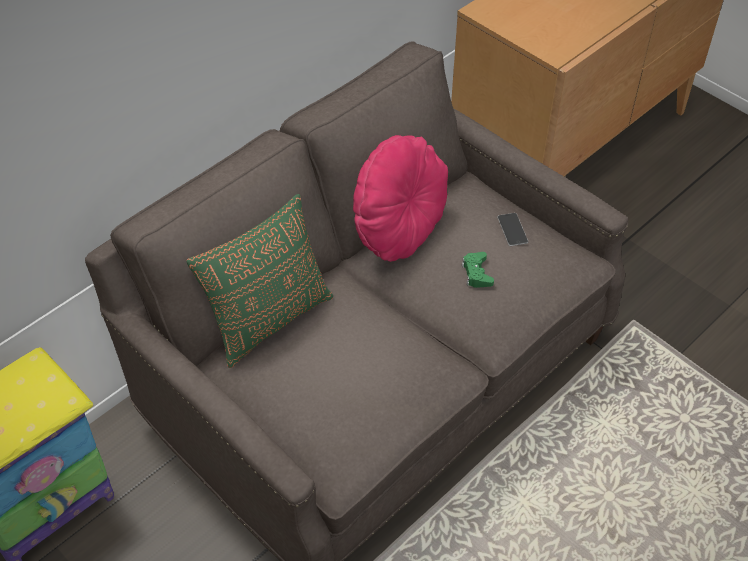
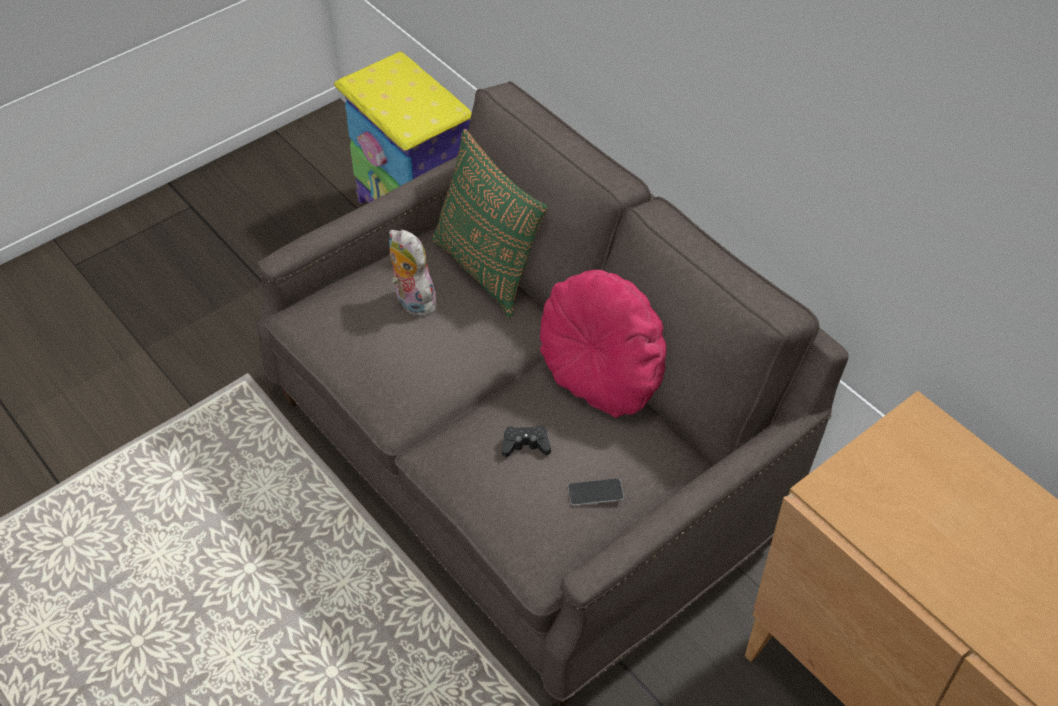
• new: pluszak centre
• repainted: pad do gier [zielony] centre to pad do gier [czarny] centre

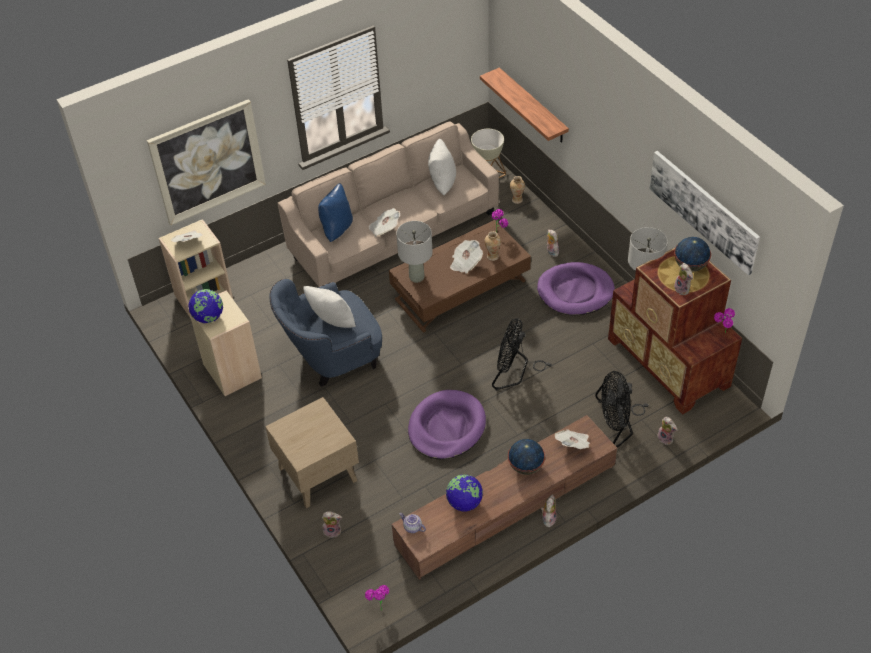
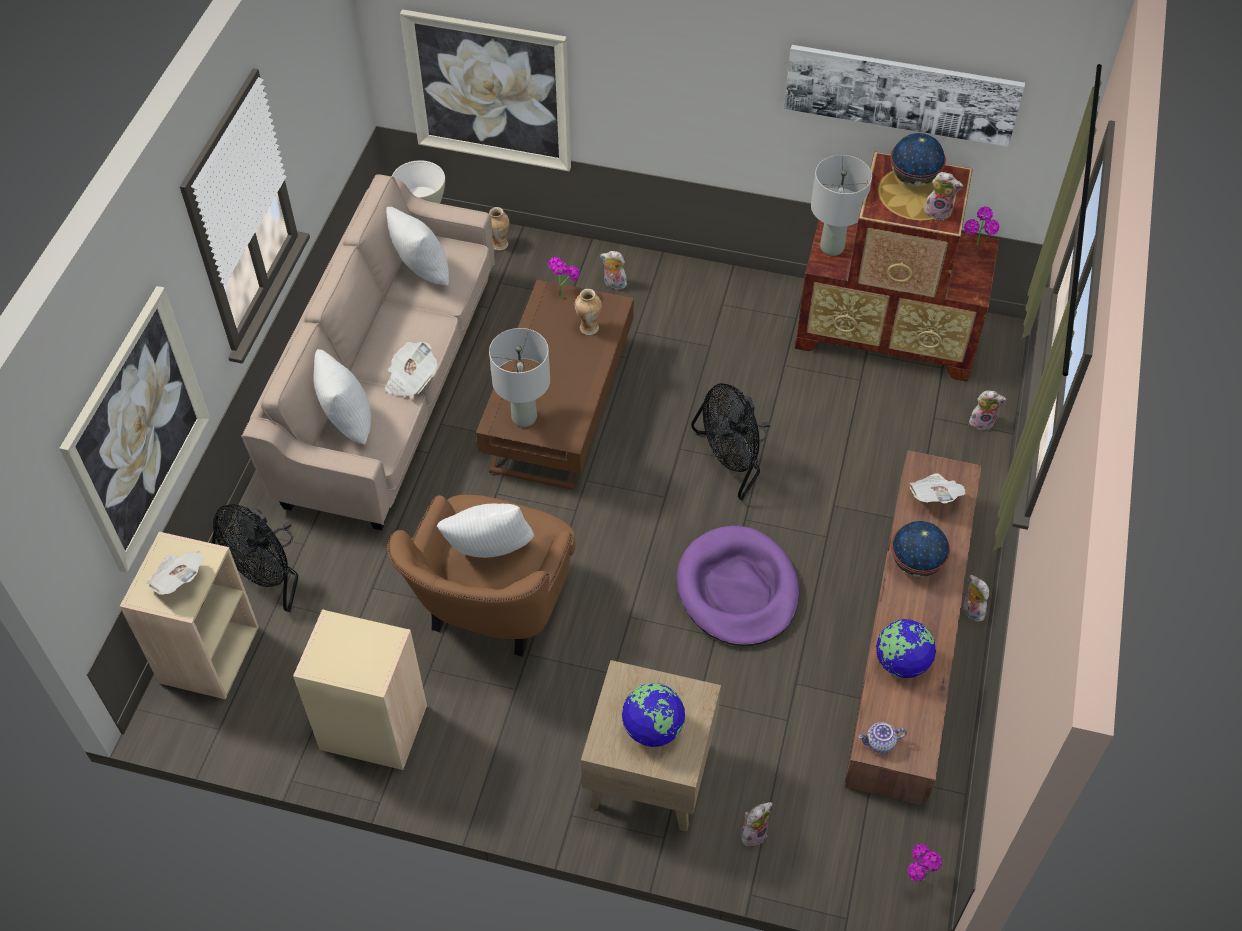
• shifted: wentylator [czarny] (no. 2 from left in the first image) middle right to wentylator [czarny] (no. 1 from left) middle left
• repainted: poduszka [niebieski] top centre to poduszka [biały] (no. 1 from left) middle left
• repainted: fotel [niebieski] centre to fotel [brązowy] centre
• swapped: półka top centre to obraz (no. 2 from left) top centre
• shifted: globus (no. 1 from left) middle left to bottom centre
• gone: gazeta (no. 3 from left) centre
• gone: legowisko [fioletowy] (no. 2 from left) centre

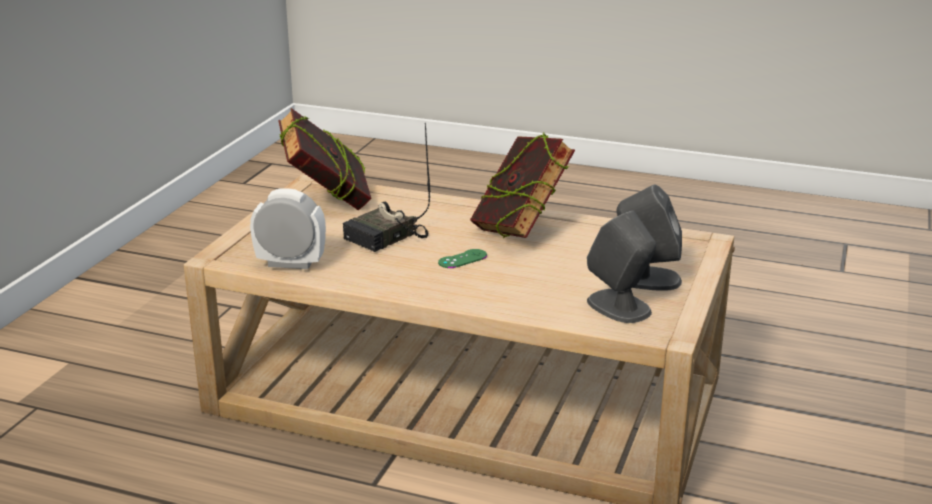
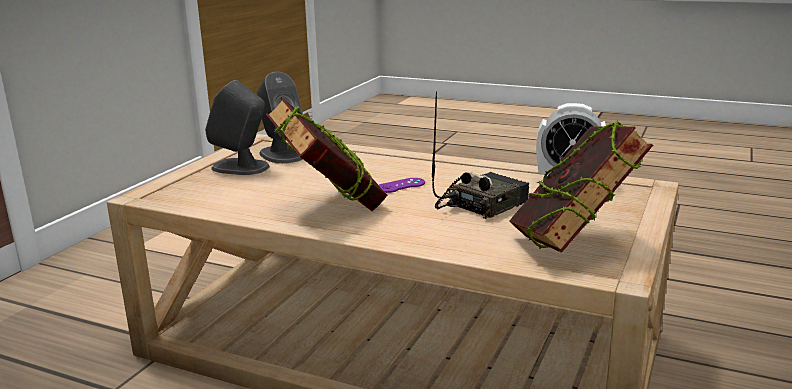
• repainted: pad do gier [zielony] centre to pad do gier [fioletowy] centre

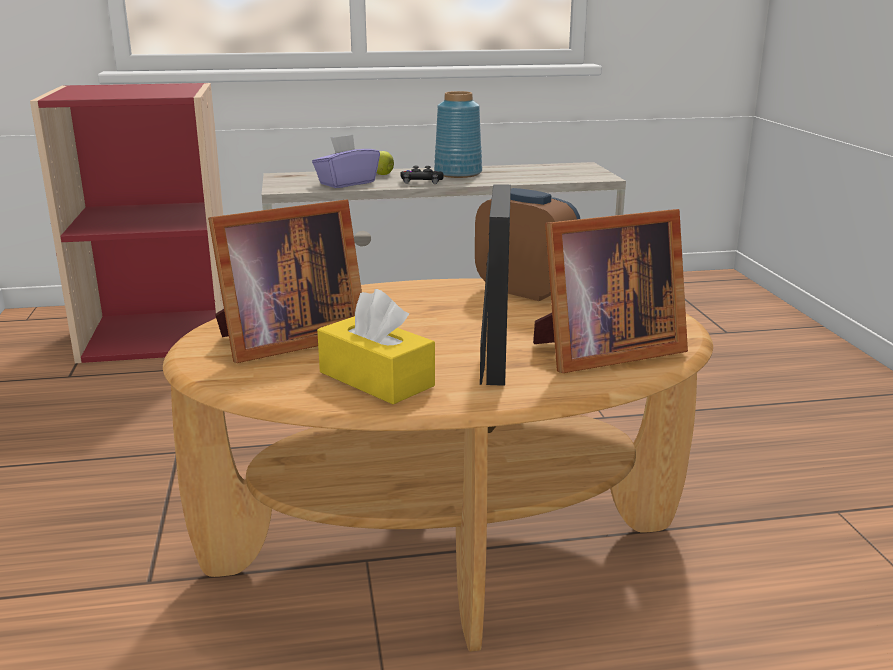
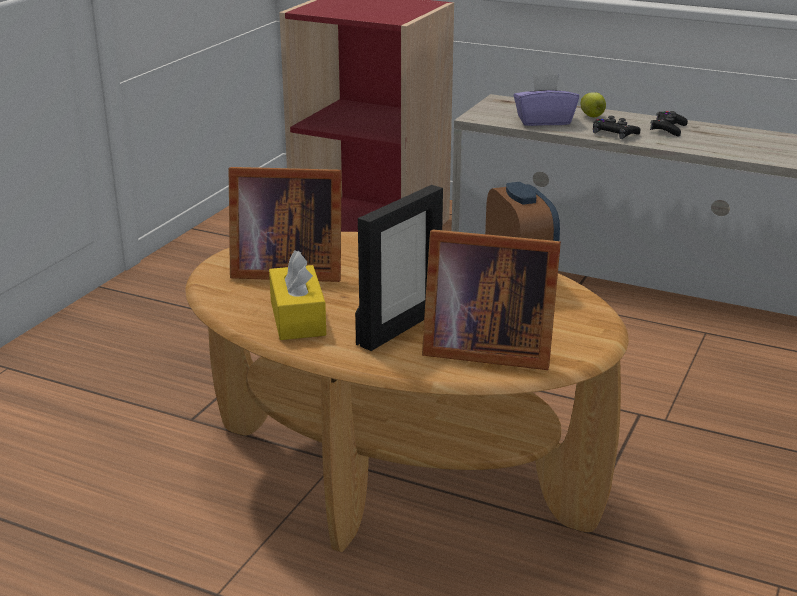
• swapped: wazon [niebieski] top centre to pad do gier [czarny] (no. 2 from left) top right

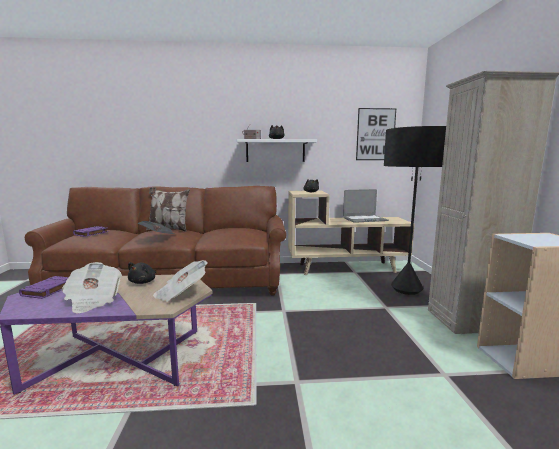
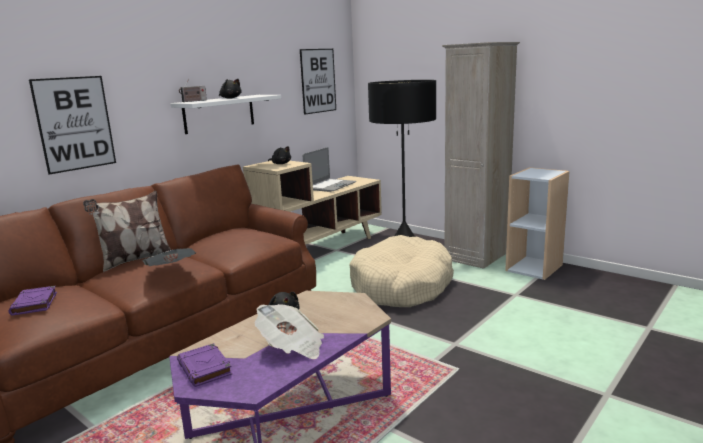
• new: obraz (no. 1 from left) top left
• new: legowisko [beżowy] centre
• gone: gazeta (no. 3 from left) middle left

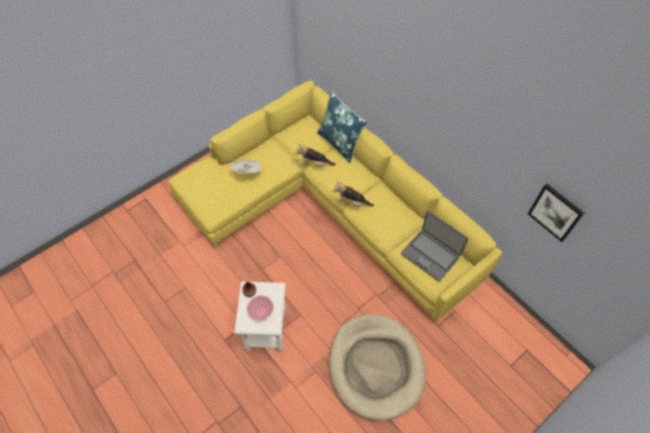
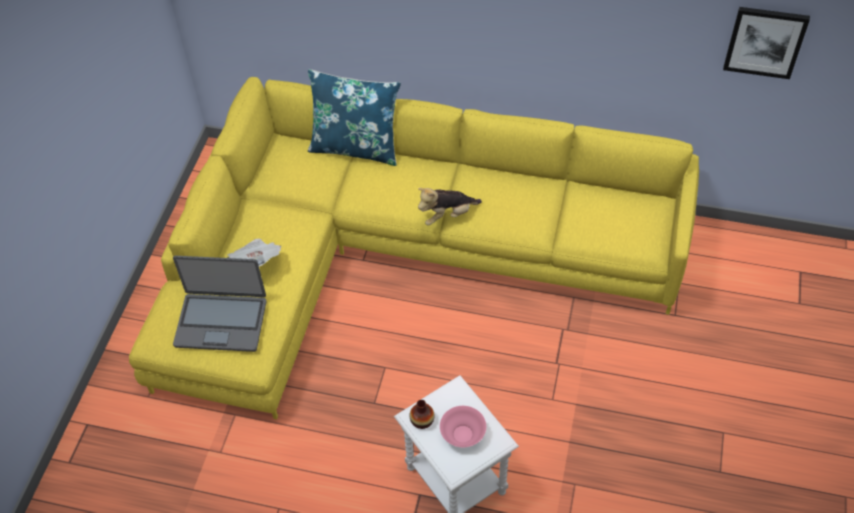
• shifted: laptop middle right to middle left
• gone: pluszak (no. 1 from left) centre
• gone: legowisko [beżowy] bottom centre

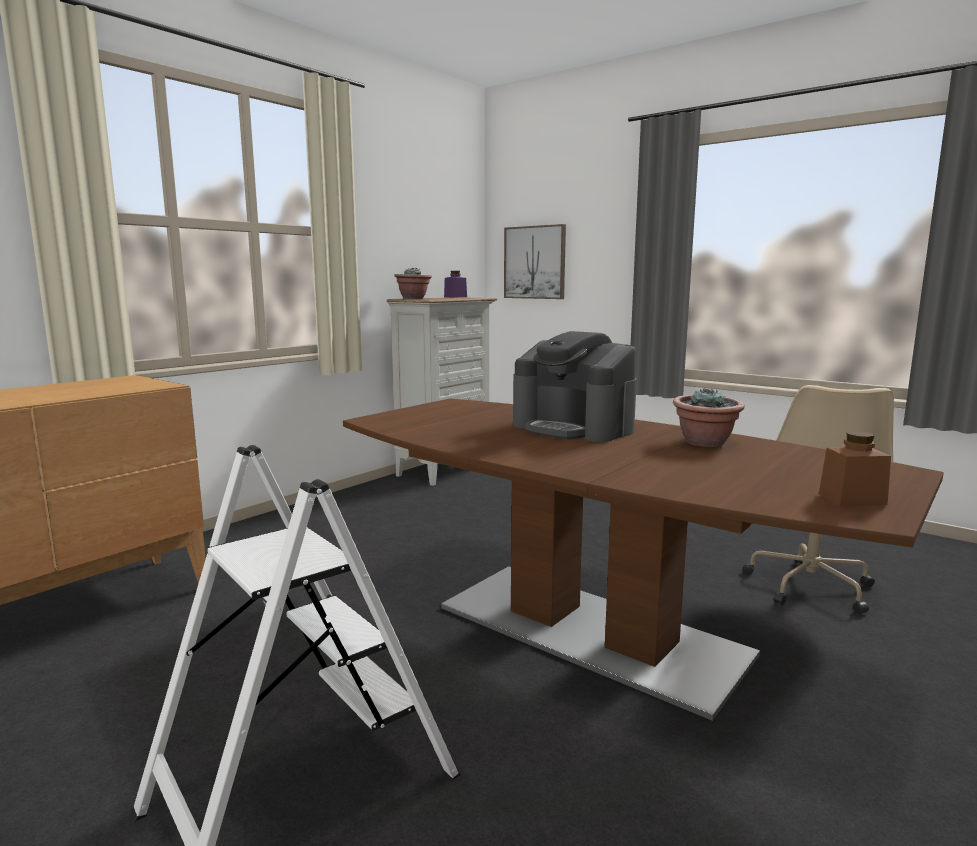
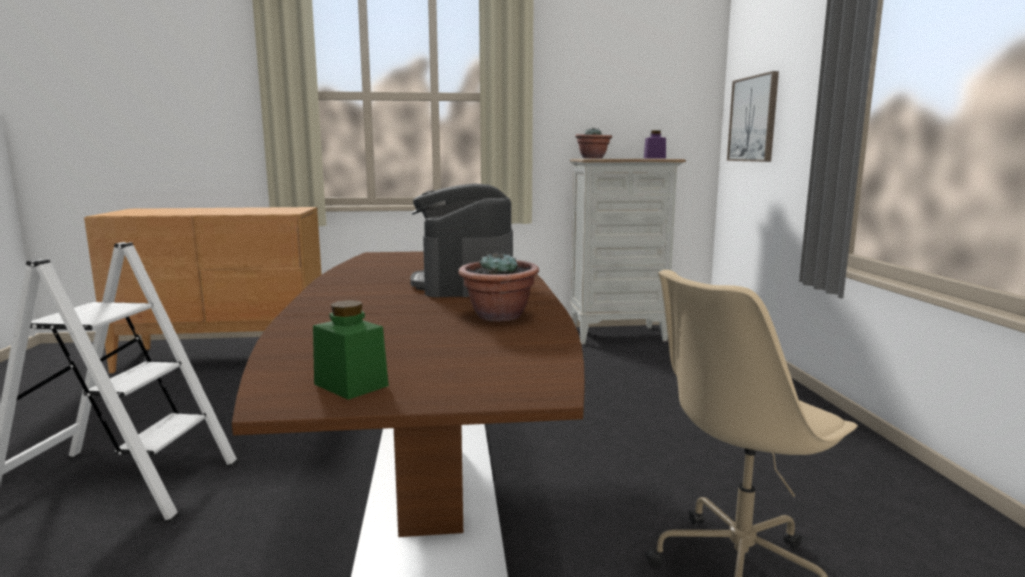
• repainted: słoik [brązowy] middle right to słoik [zielony] centre

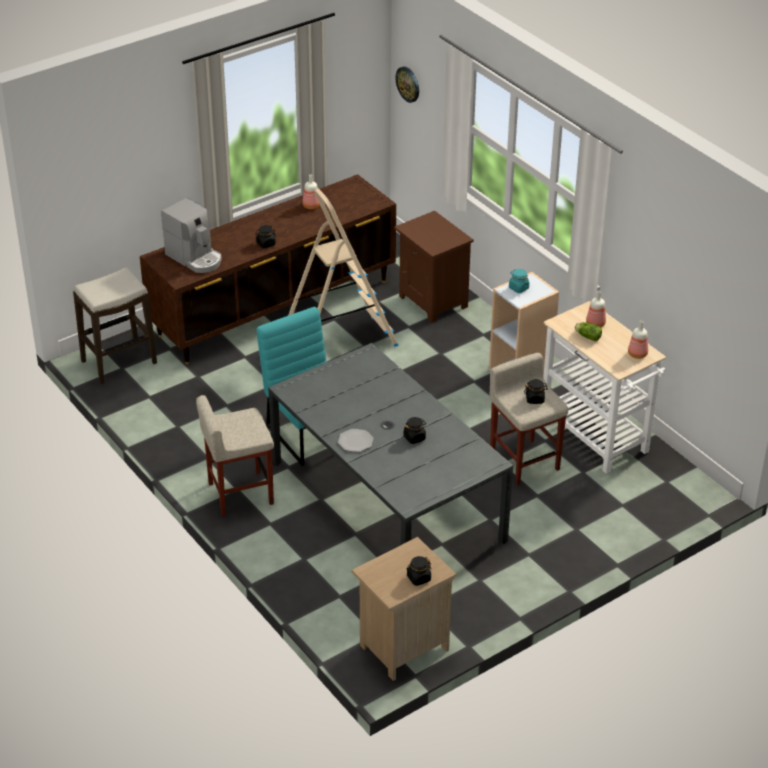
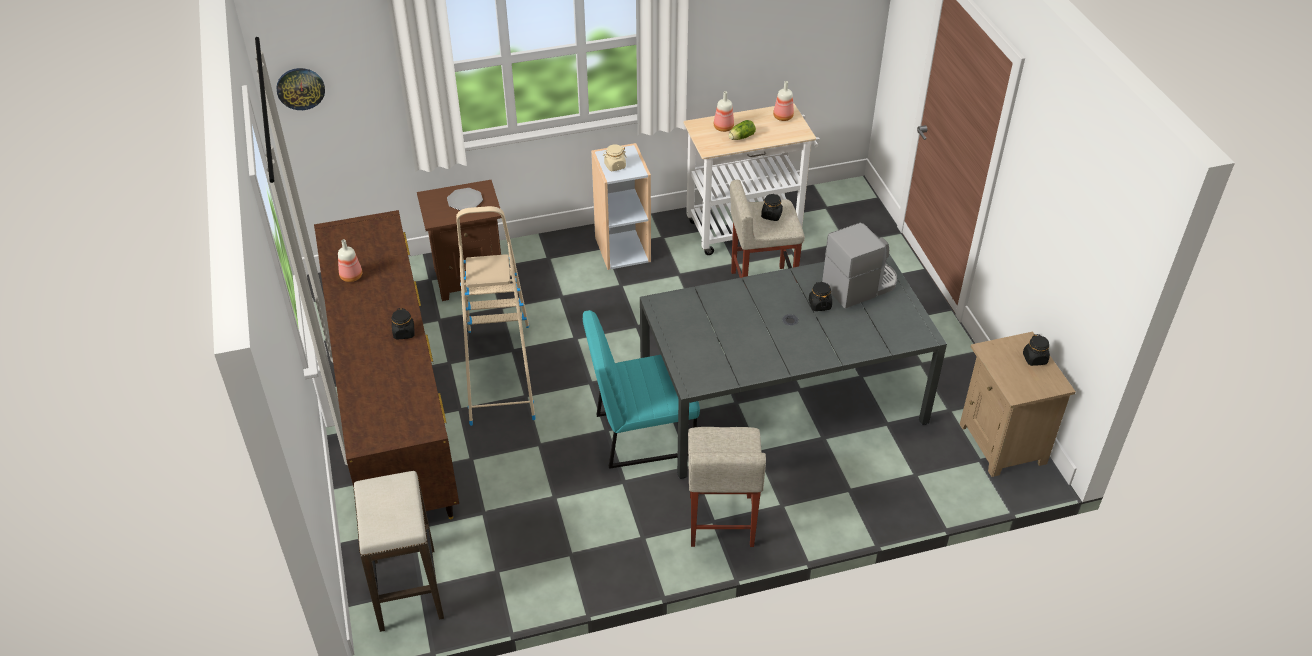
• shifted: talerz centre to top centre
• repainted: słoik [turkusowy] middle right to słoik [beżowy] top centre
• shifted: ekspres do kawy top left to centre

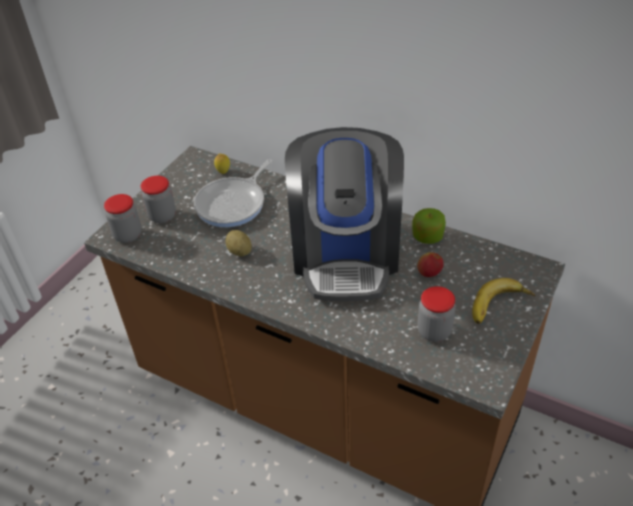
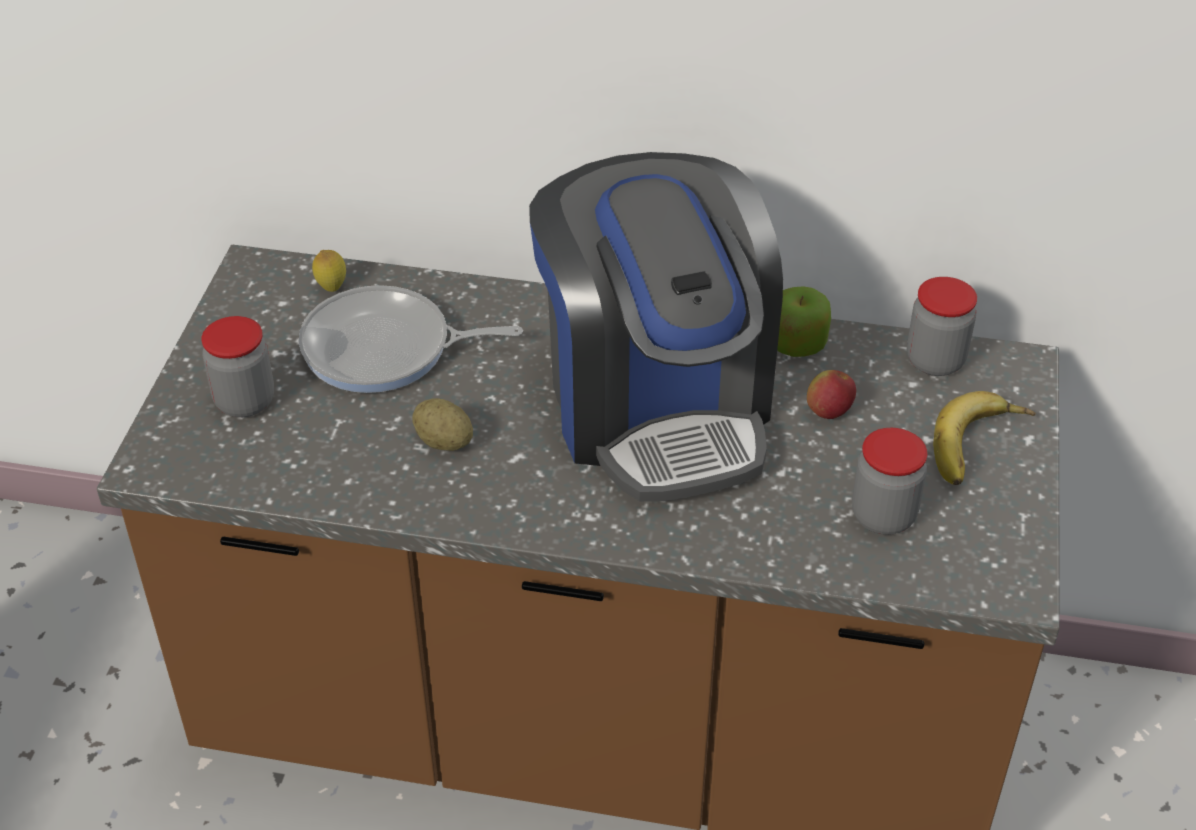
• rotated: patelnia centre = centre 75 degrees clockwise
• shifted: słoik (no. 1 from left in the first image) middle left to słoik (no. 3 from left) middle right

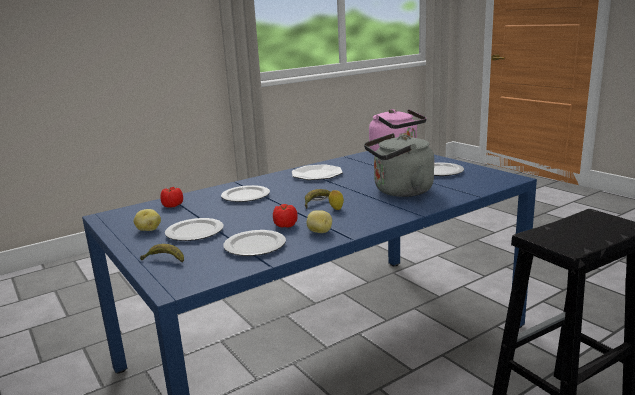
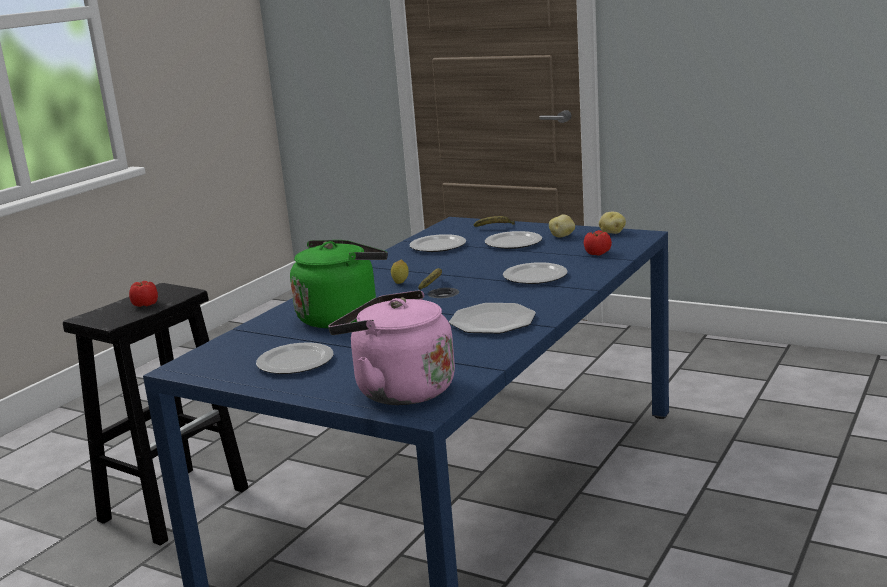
• shifted: pomidor (no. 2 from left in the first image) centre to pomidor (no. 1 from left) middle left
• repainted: czajnik [szary] centre to czajnik [zielony] centre
• shifted: ziemniak (no. 2 from left) centre to middle right

